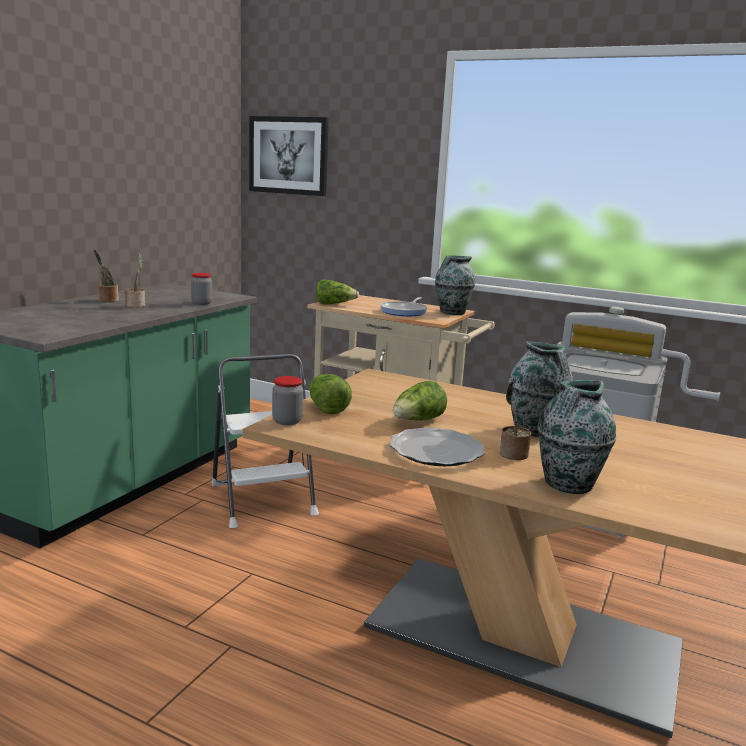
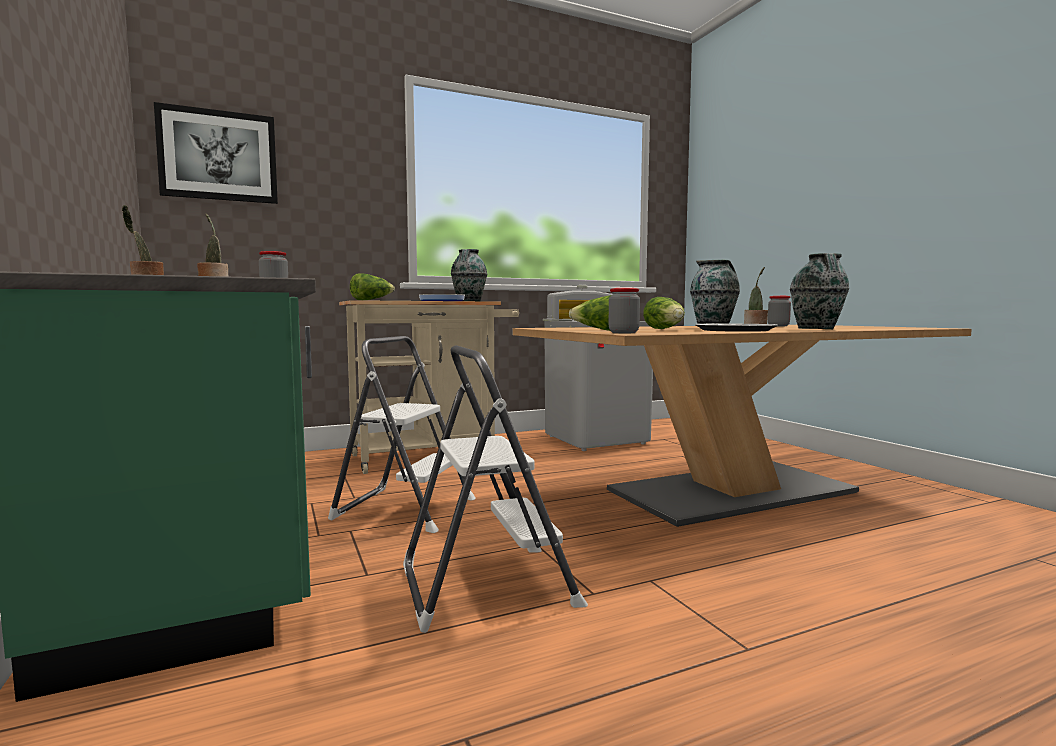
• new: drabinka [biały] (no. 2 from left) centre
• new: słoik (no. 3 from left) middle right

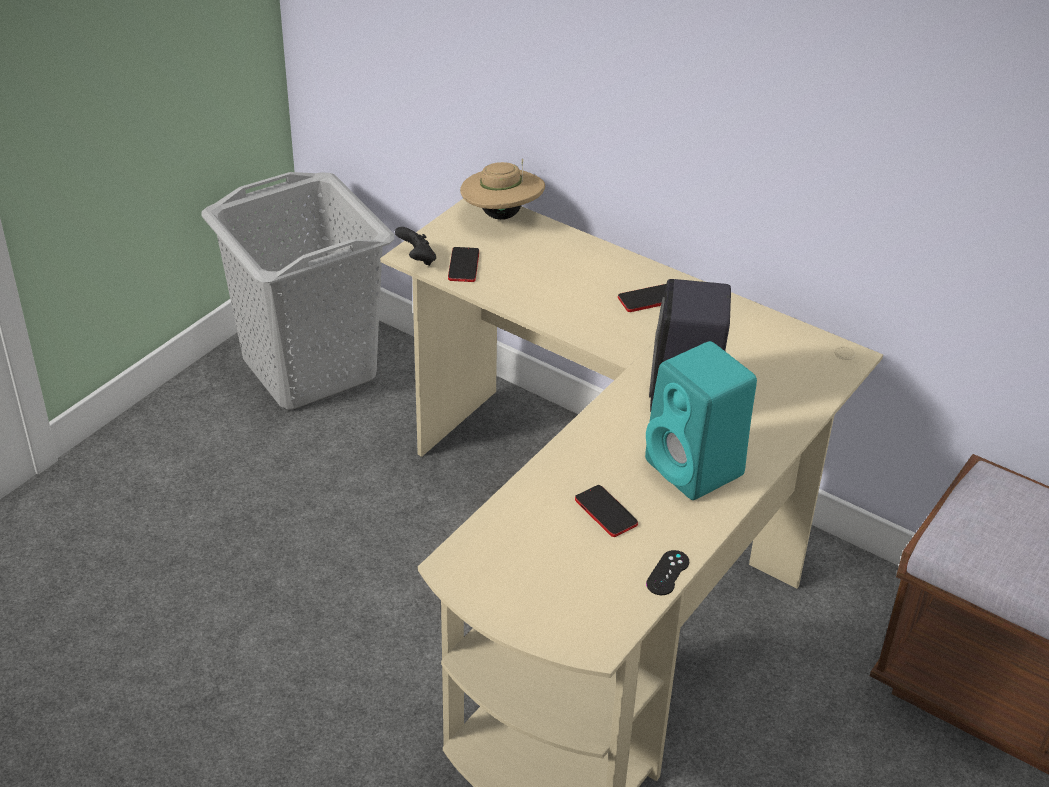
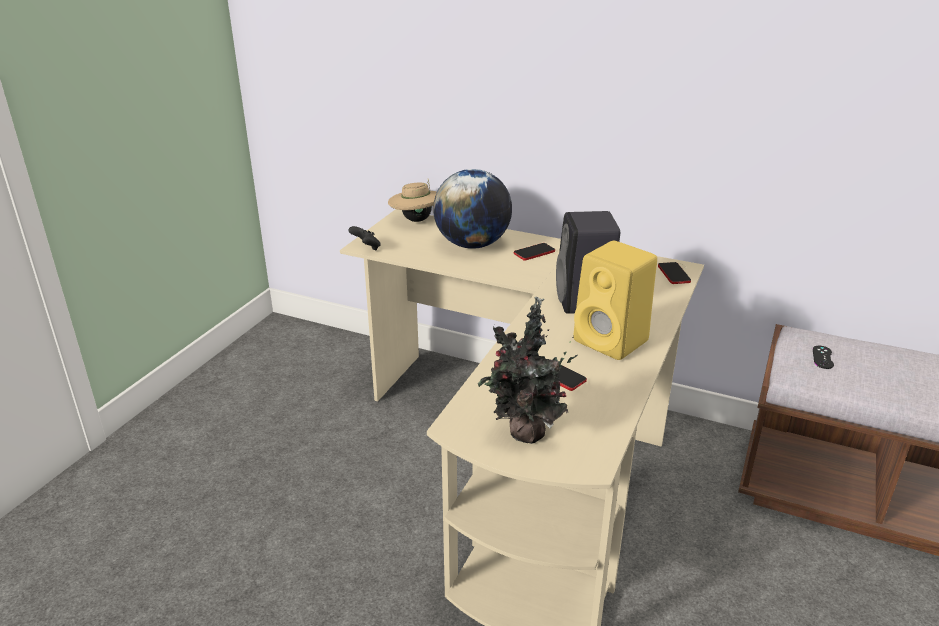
• new: globus centre
• new: roślina doniczkowa centre
• repainted: głośnik [turkusowy] middle right to głośnik [żółty] centre
• shifted: telefon (no. 1 from left in the first image) centre to telefon (no. 3 from left) middle right
• shifted: pad do gier [czarny] (no. 2 from left) bottom centre to middle right
• gone: kosz na pranie [szary] middle left

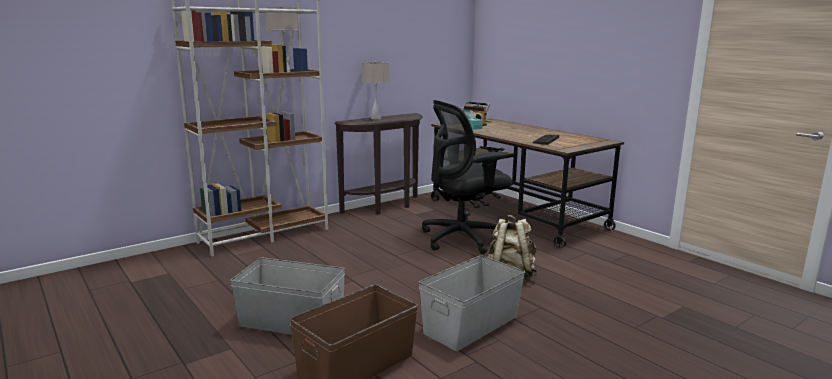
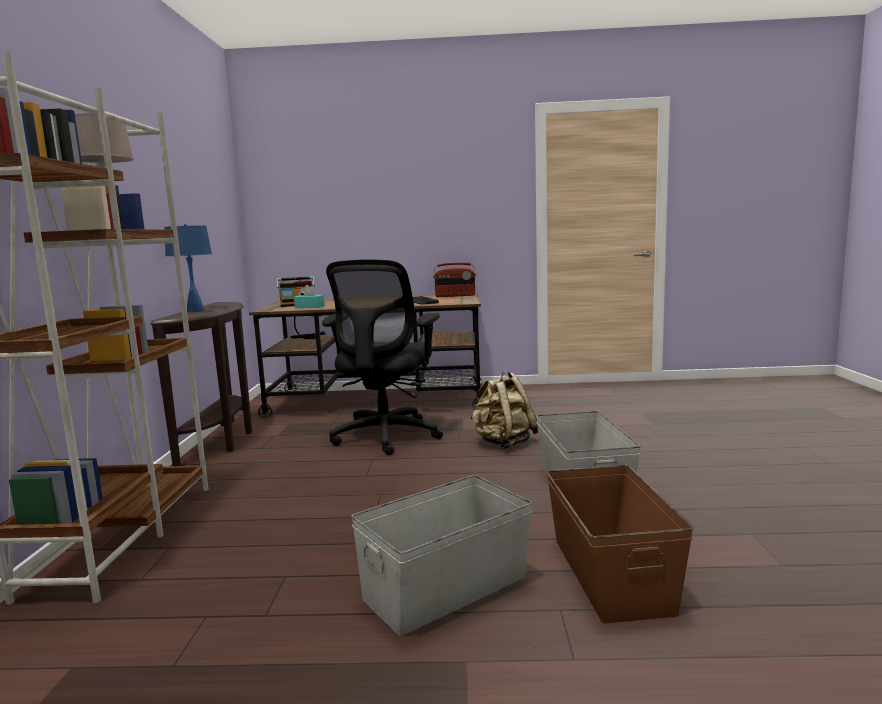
• repainted: lampa stołowa [beżowy] (no. 2 from left) top centre to lampa stołowa [niebieski] middle left
• new: radio (no. 2 from left) centre

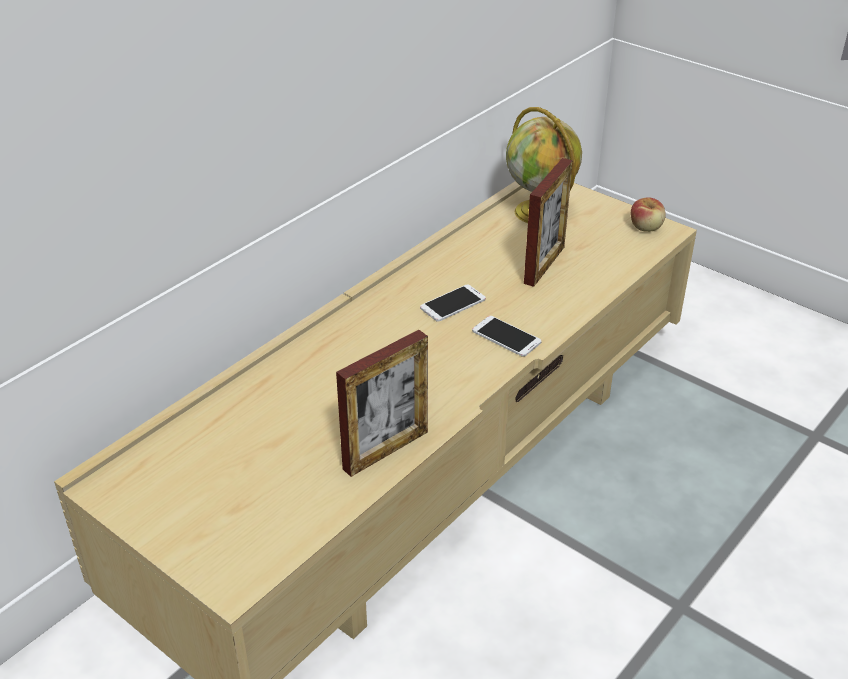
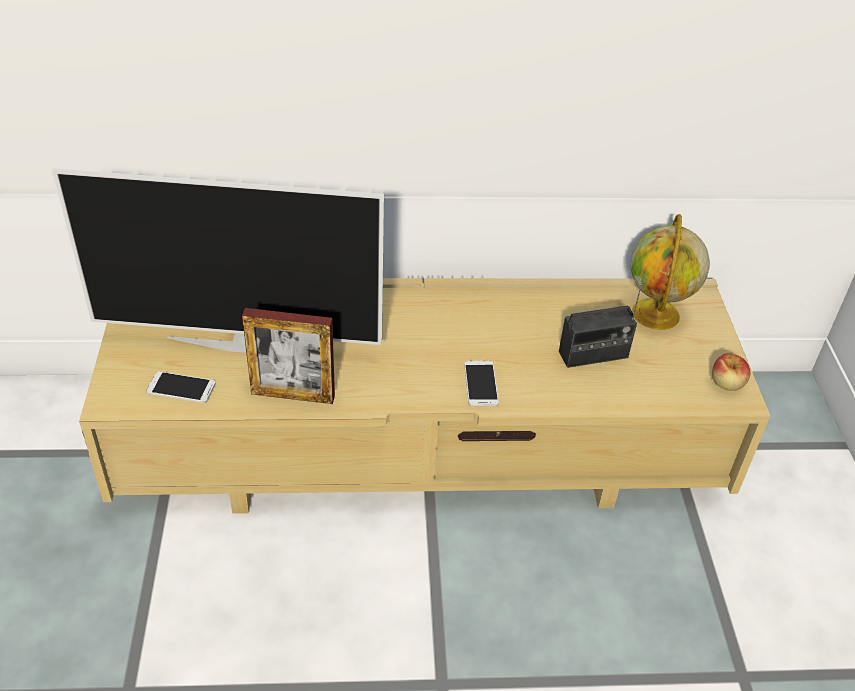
• new: telewizor middle left
• shifted: telefon (no. 1 from left) centre to middle left
• swapped: ramka na zdjęcie (no. 2 from left) top centre to radio middle right

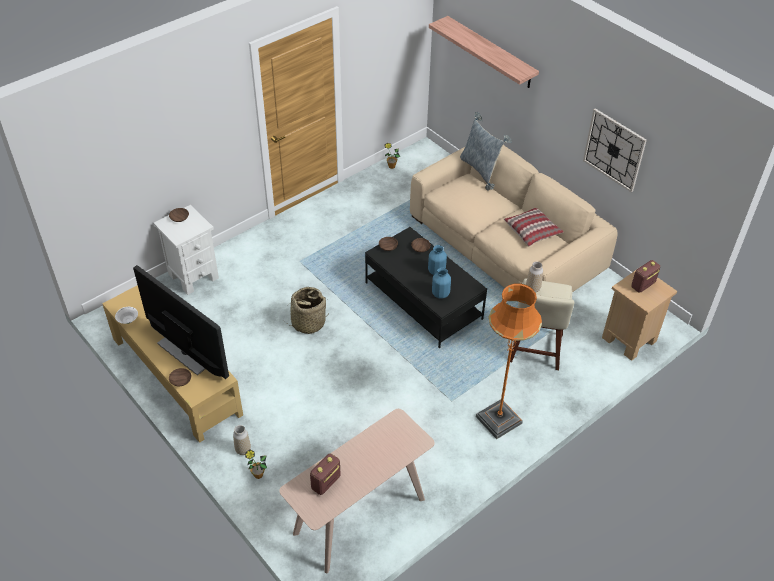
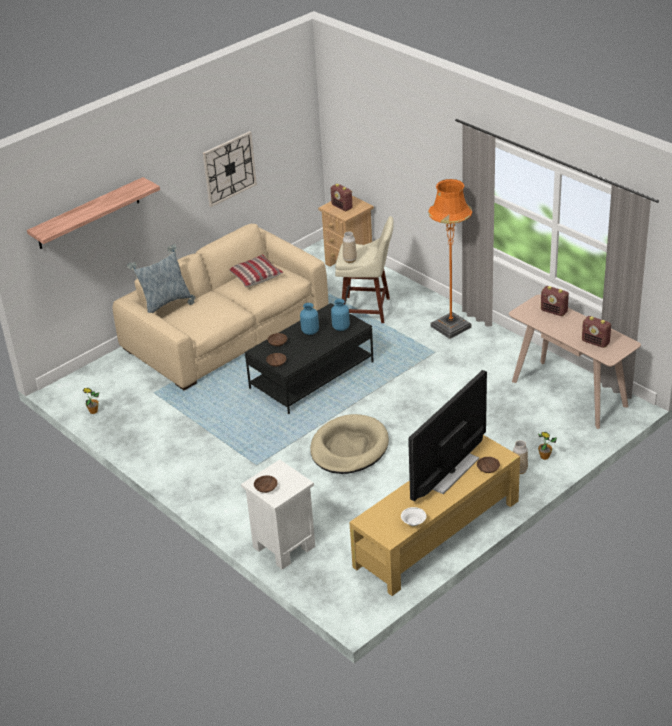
• swapped: koszyk centre to legowisko [beżowy] centre
• new: radio (no. 2 from left) middle right

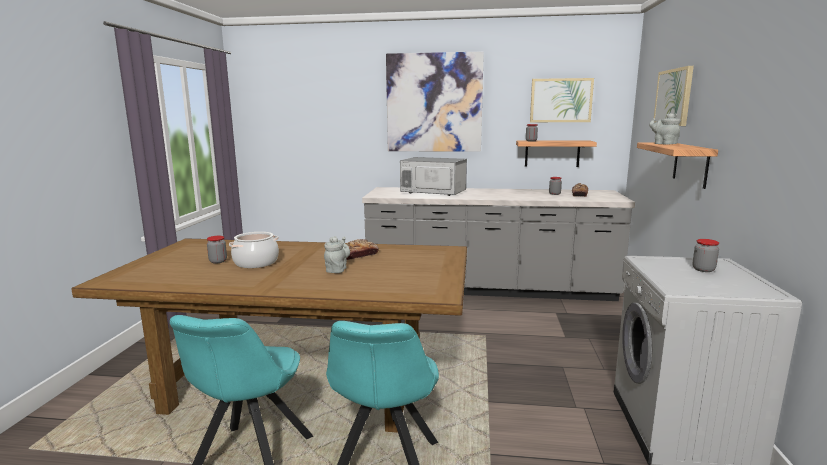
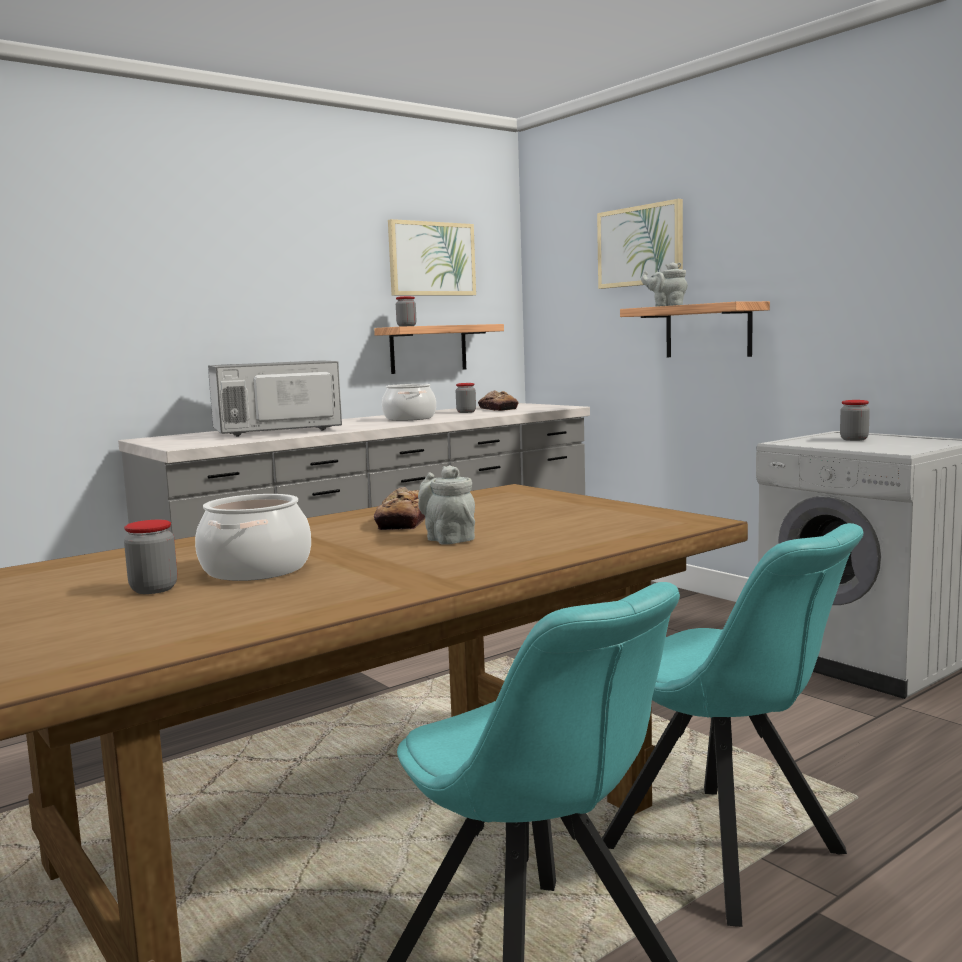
• new: garnek (no. 2 from left) centre
• gone: obraz (no. 1 from left) top centre

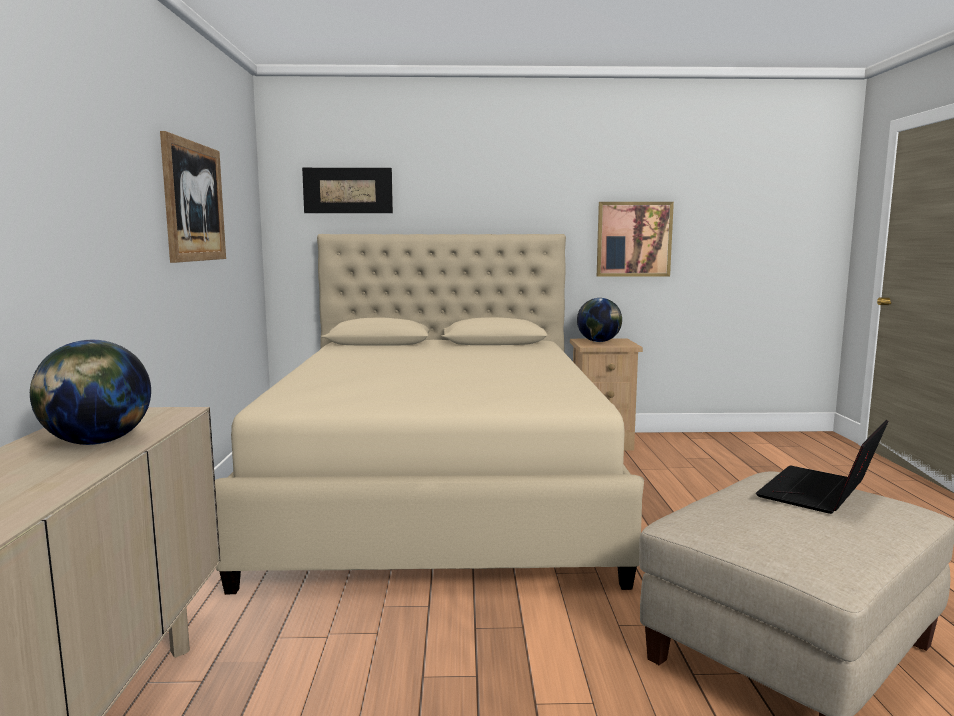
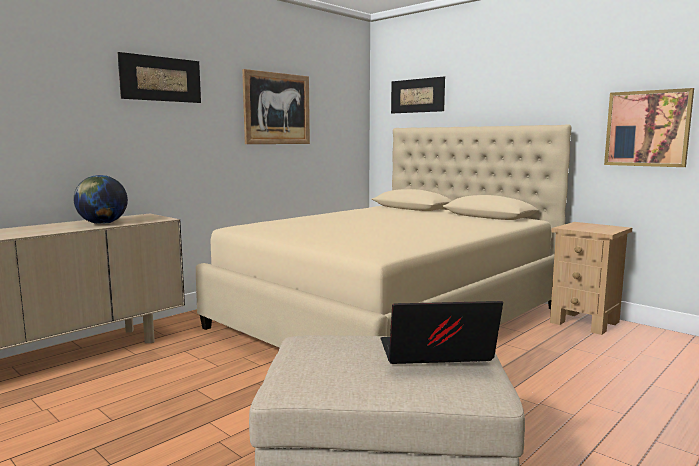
• new: obraz (no. 1 from left) top left
• gone: globus (no. 2 from left) centre

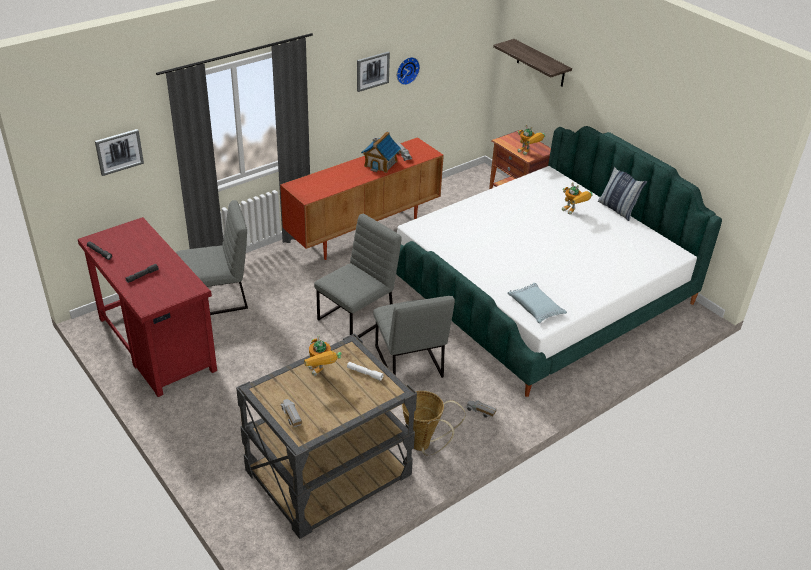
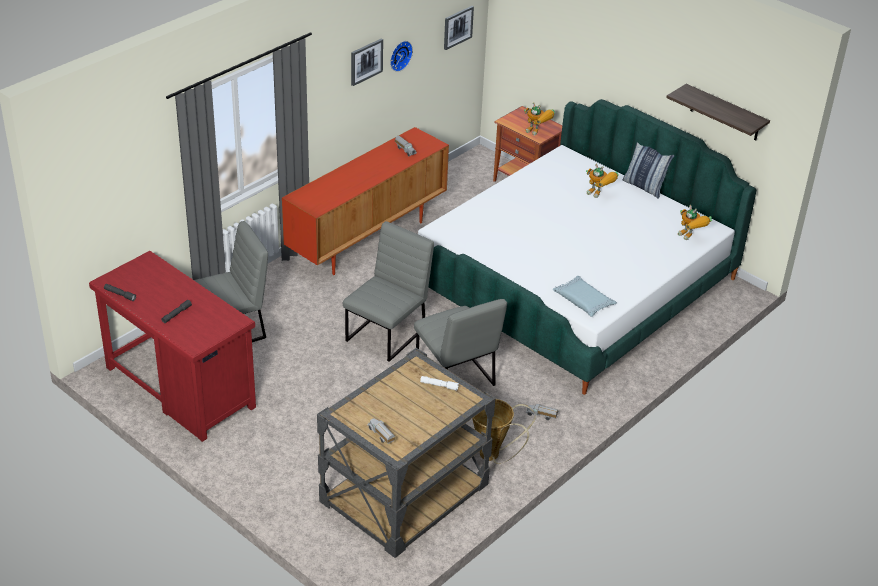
• shifted: obraz (no. 1 from left in the first image) top left to obraz (no. 2 from left) top centre
• shifted: półka top centre to top right
• shifted: robot zabawkowy (no. 1 from left in the first image) centre to robot zabawkowy (no. 3 from left) middle right
• gone: domek top centre

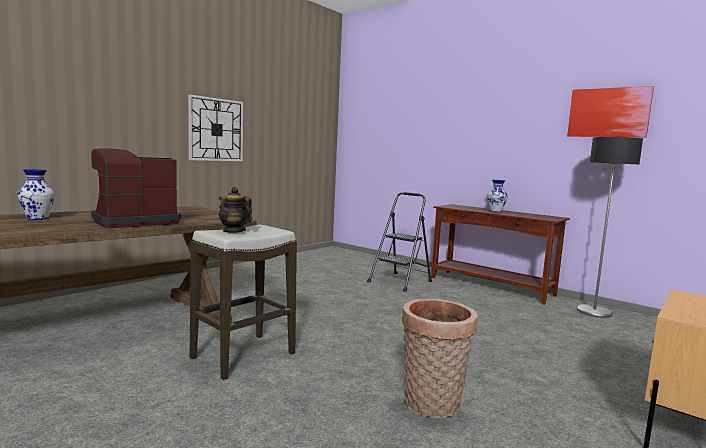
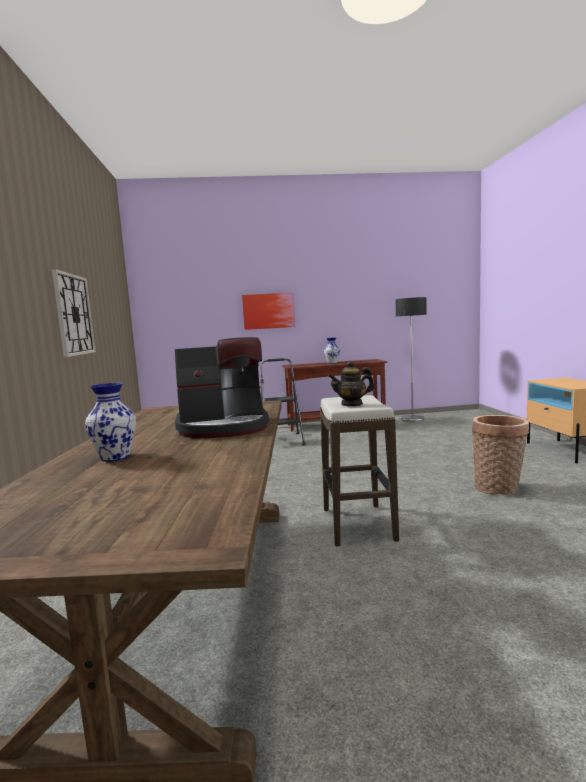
• rotated: ekspres do kawy middle left = centre 105 degrees counterclockwise
• shifted: obraz top right to centre

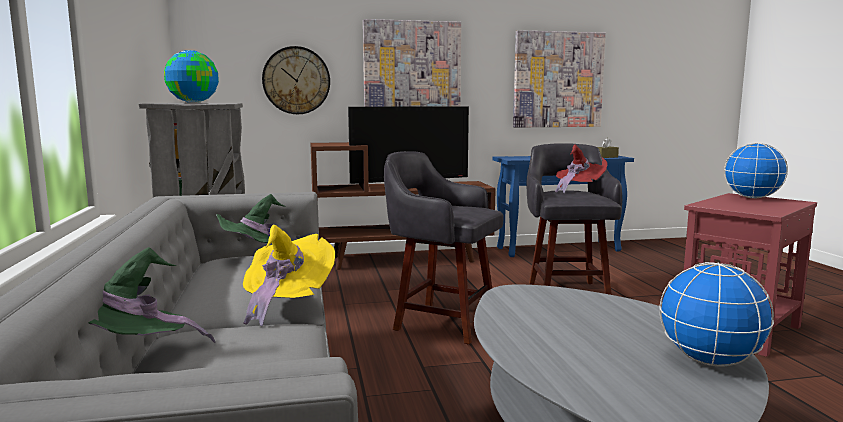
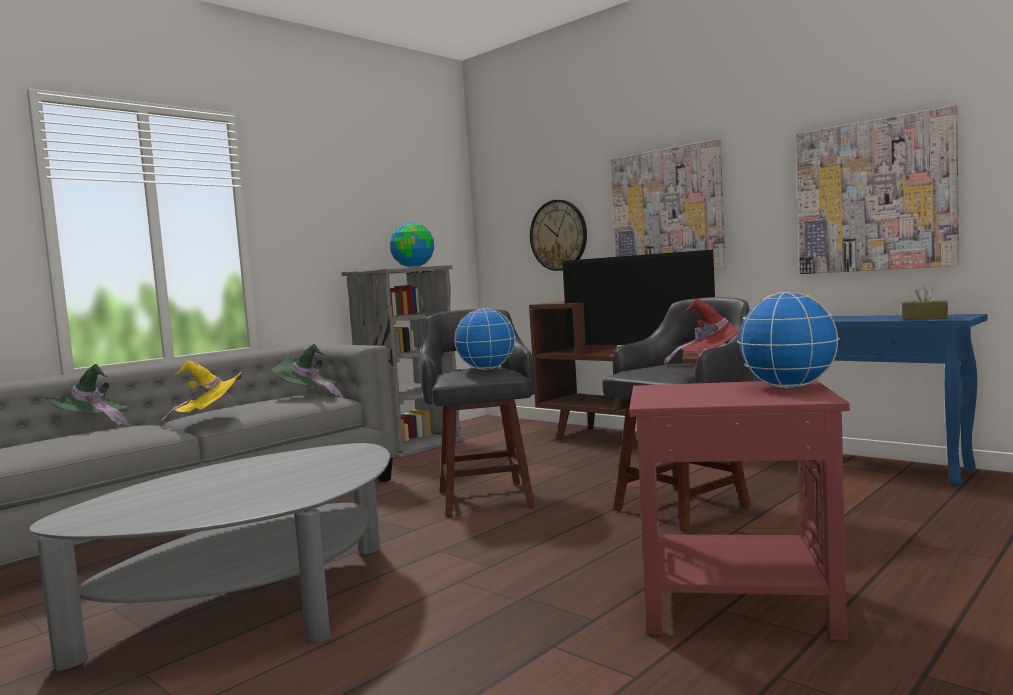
• shifted: globus (no. 2 from left) bottom right to centre

